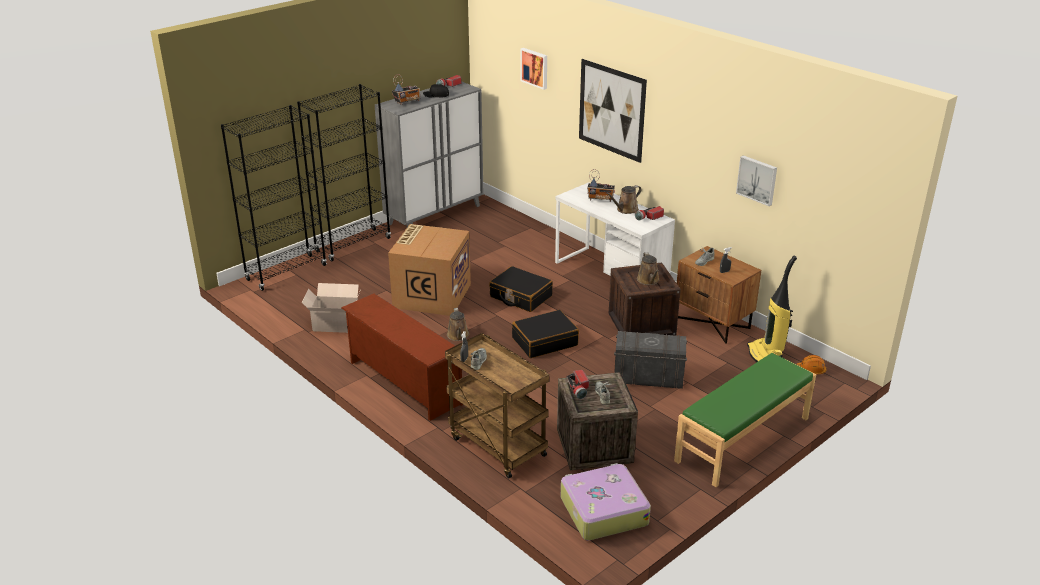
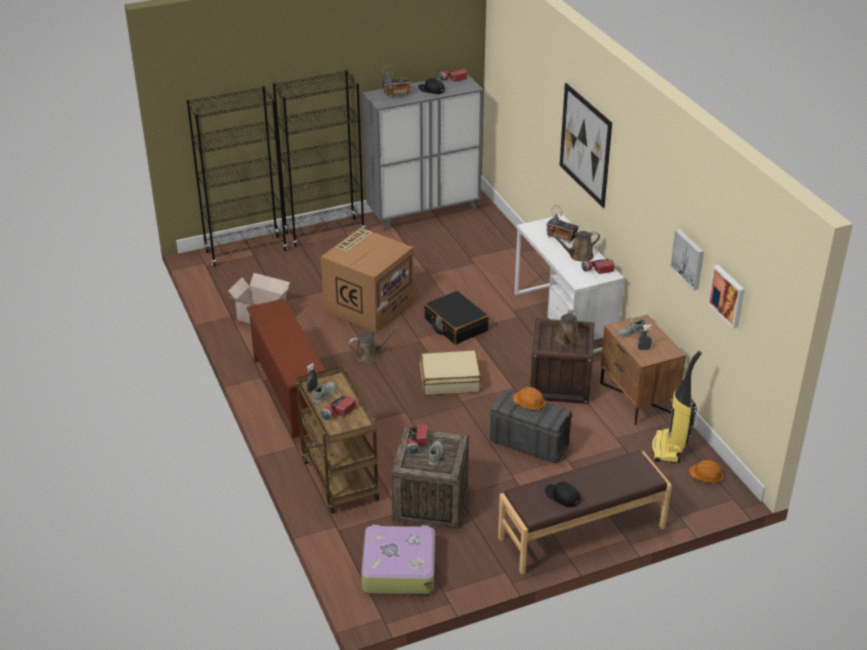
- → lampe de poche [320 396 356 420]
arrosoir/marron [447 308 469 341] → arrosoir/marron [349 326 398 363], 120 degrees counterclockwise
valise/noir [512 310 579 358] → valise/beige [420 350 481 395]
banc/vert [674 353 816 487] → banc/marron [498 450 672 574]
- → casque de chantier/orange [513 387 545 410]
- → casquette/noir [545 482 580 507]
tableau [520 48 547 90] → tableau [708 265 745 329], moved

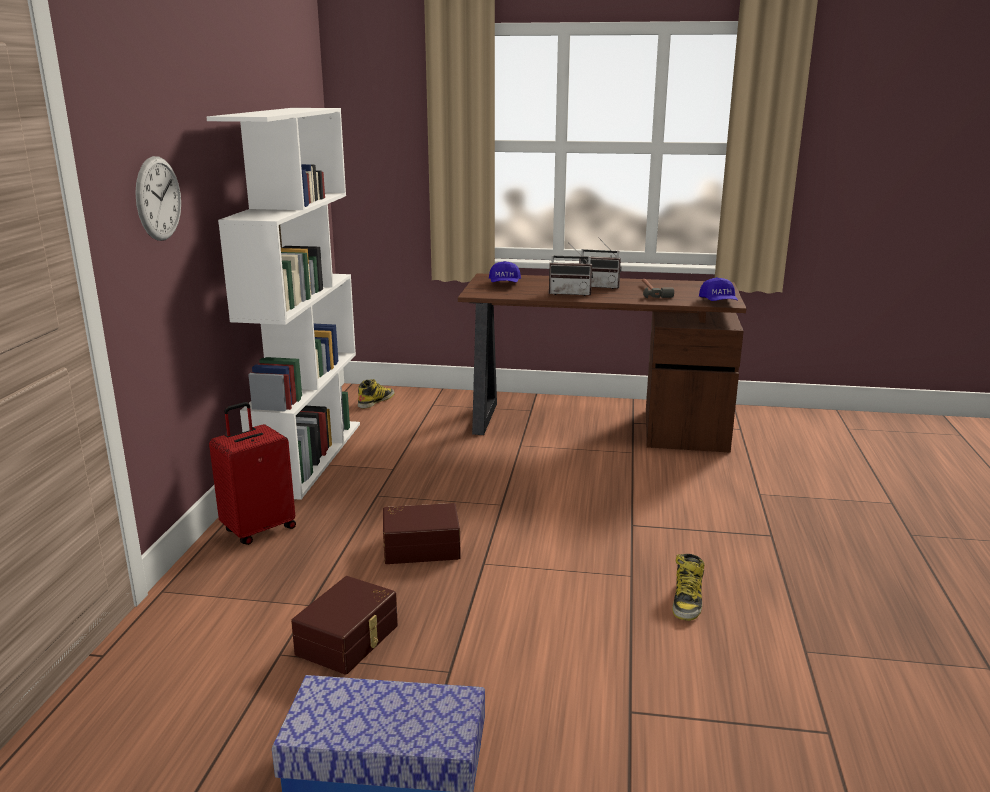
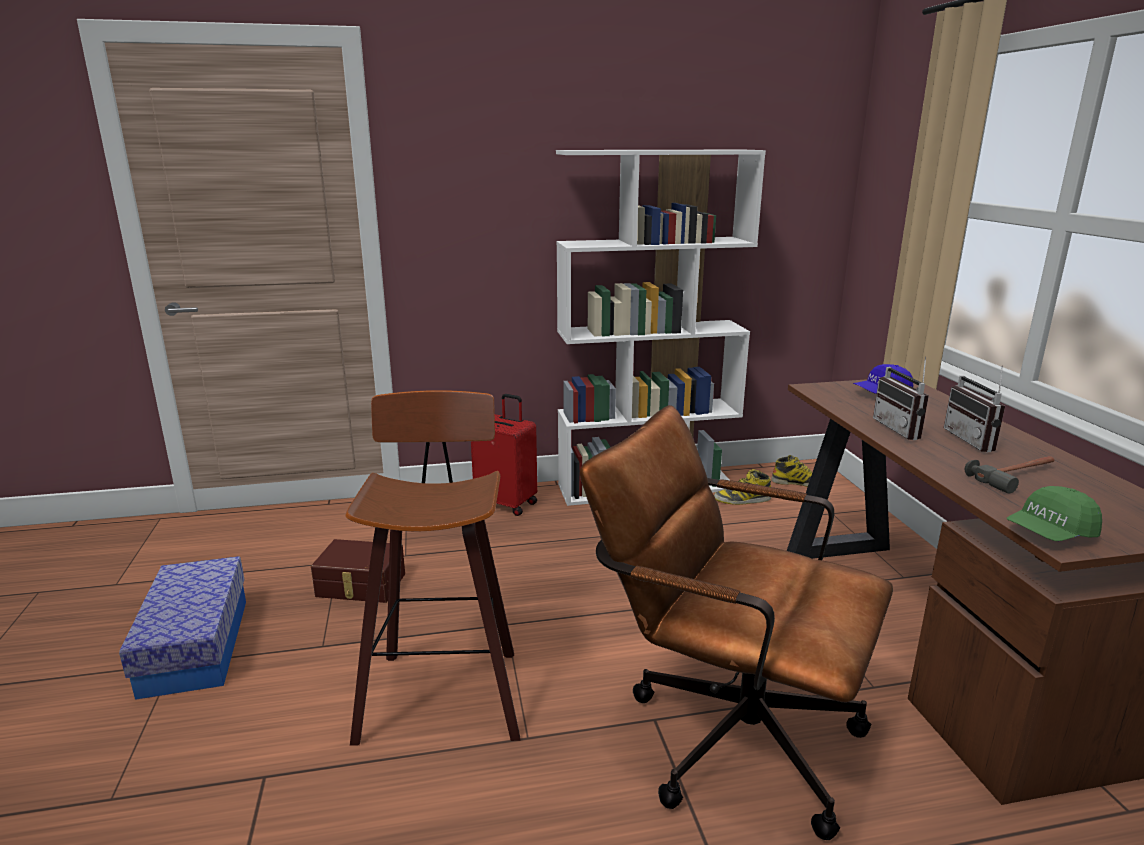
- → tabouret [345 390 520 746]
- → chaise de bureau/marron [580 405 893 840]
botte [672 554 705 621] → botte [714 469 771 505], moved
casquette/bleu [699 277 738 301] → casquette/vert [1006 486 1102 541]
horloge murale [135 156 181 241] → -
boîte de rangement/marron [383 503 461 564] → -

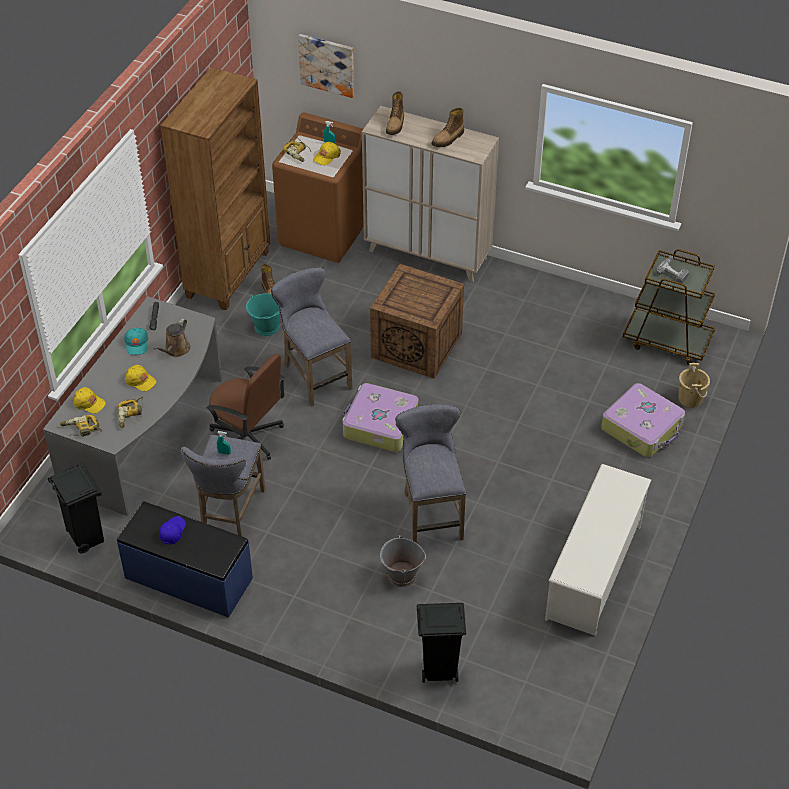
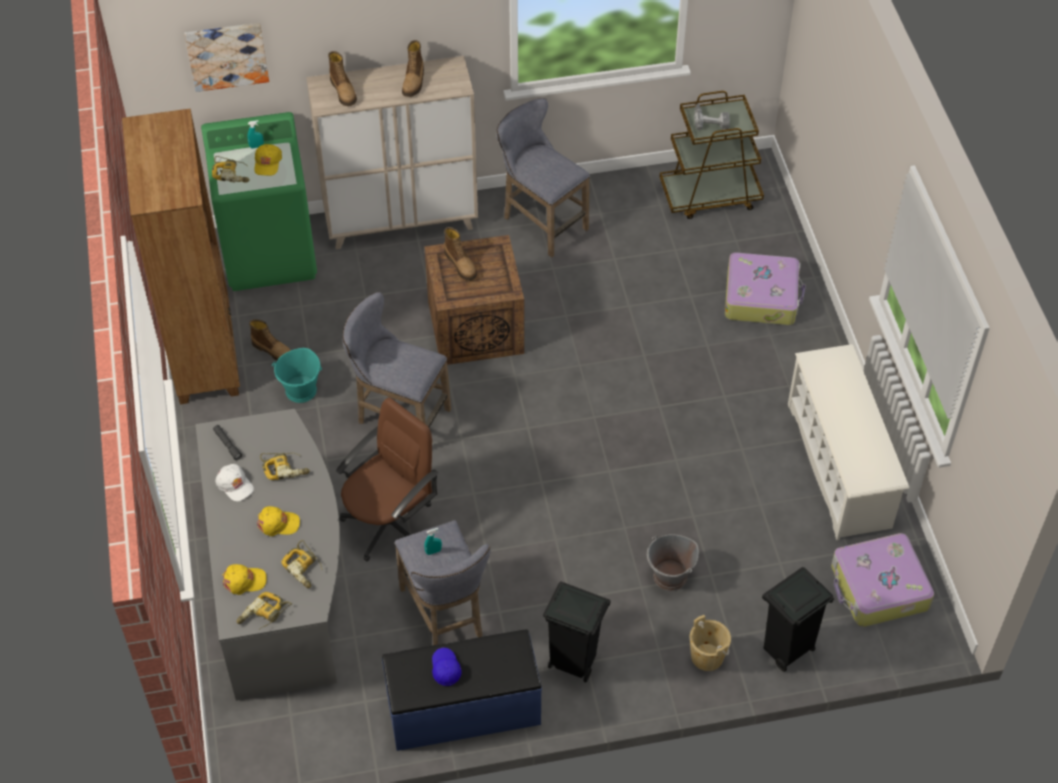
lave-linge/marron [272 112 364 263] → lave-linge/vert [201 112 317 291]
casquette/turquoise [124 328 148 355] → casquette/blanc [215 464 254 501]
arrosoir/marron [154 318 191 357] → perceuse [260 453 310 480]
chaise de bureau/marron [206 354 285 460] → chaise de bureau/marron [336 397 439 561], 45 degrees counterclockwise
- → botte [444 227 477 281]
tabouret/gris [396 404 466 543] → tabouret/gris [496 98 590 257], moved
poubelle/noir [48 464 104 554] → poubelle/noir [543 581 611 682], moved
seau/beige [679 363 710 407] → seau/beige [690 615 731 671], moved
valise [342 383 419 452] → valise [831 533 934 627], moved

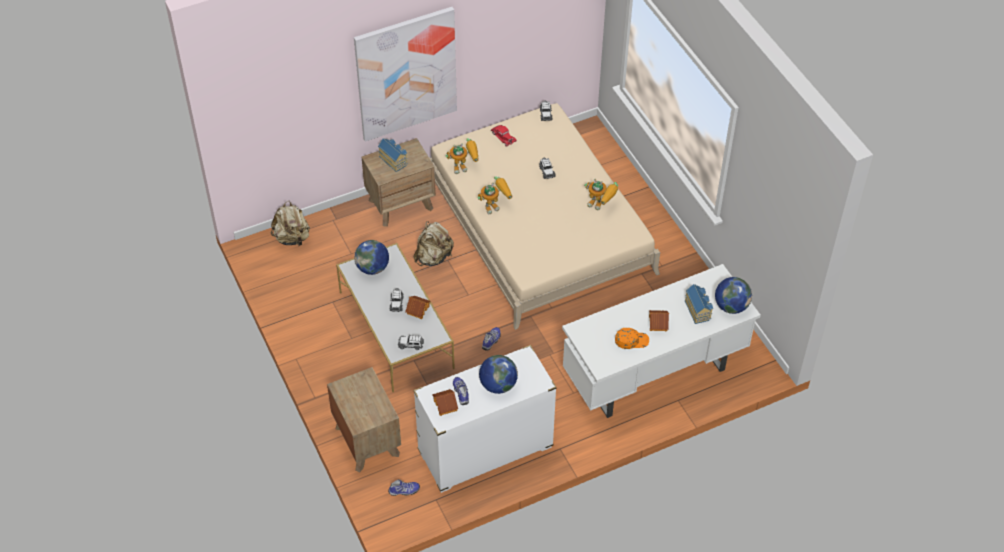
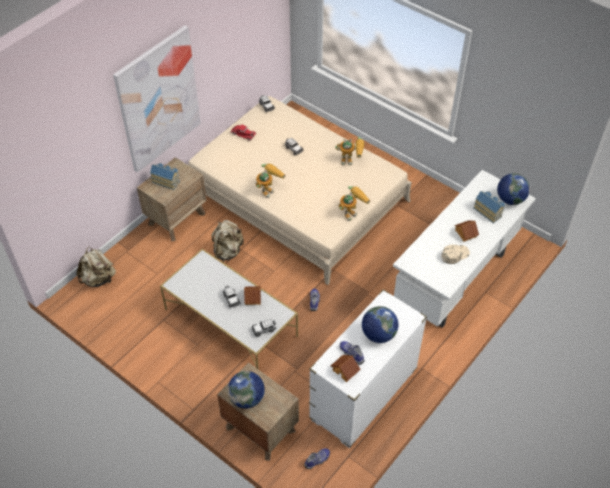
globe [354 240 389 275] → globe [228 371 265 408], moved
robot jouet [446 138 479 174] → robot jouet [339 186 370 221], moved
casquette/orange [615 328 649 349] → casquette/beige [441 244 470 264]

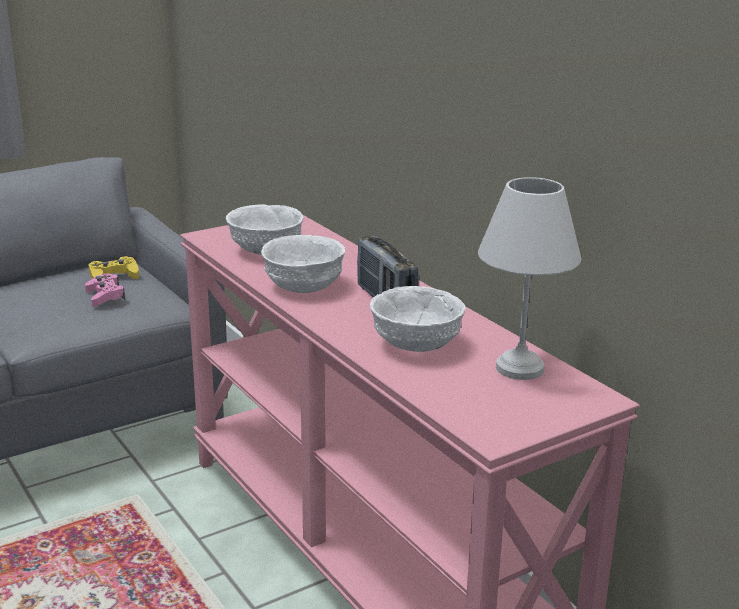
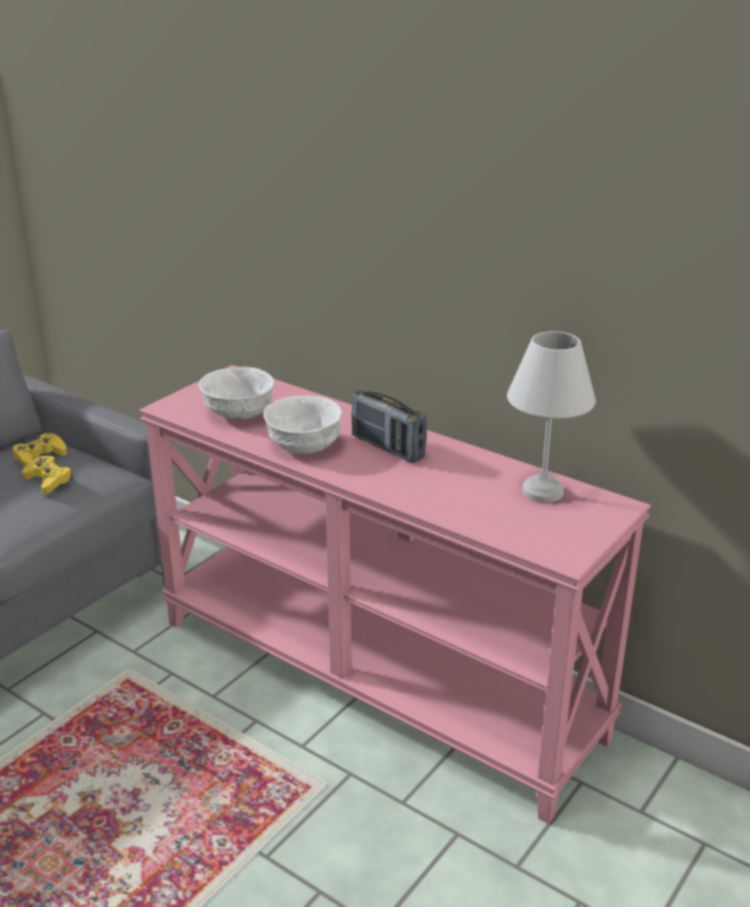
manette/rose [85 274 125 307] → manette/jaune [22 456 73 495]
bol/blanc [370 286 466 352] → -

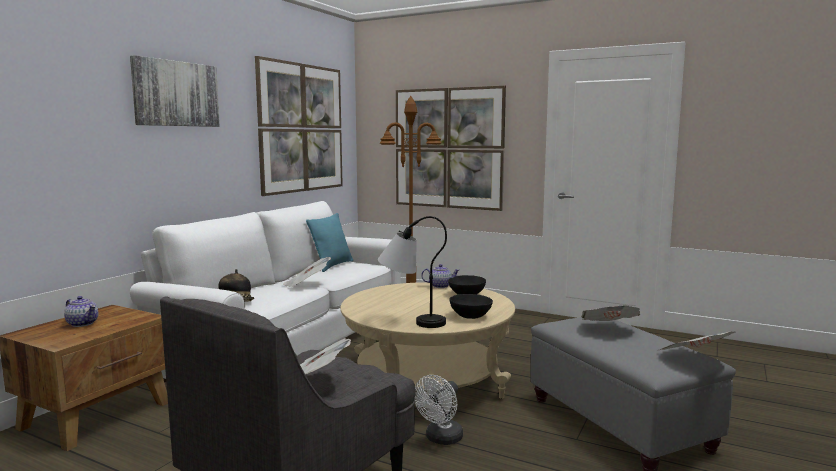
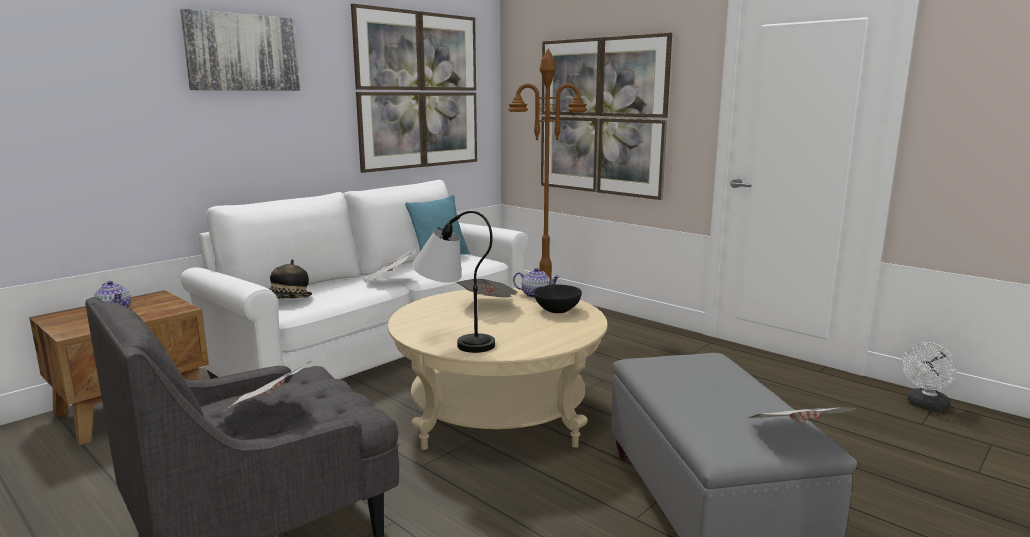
journal [581 306 640 321] → journal [456 279 518 298], moved
ventilateur/blanc [414 375 463 445] → ventilateur/blanc [902 342 957 412], moved
bol/noir [450 294 493 319] → -

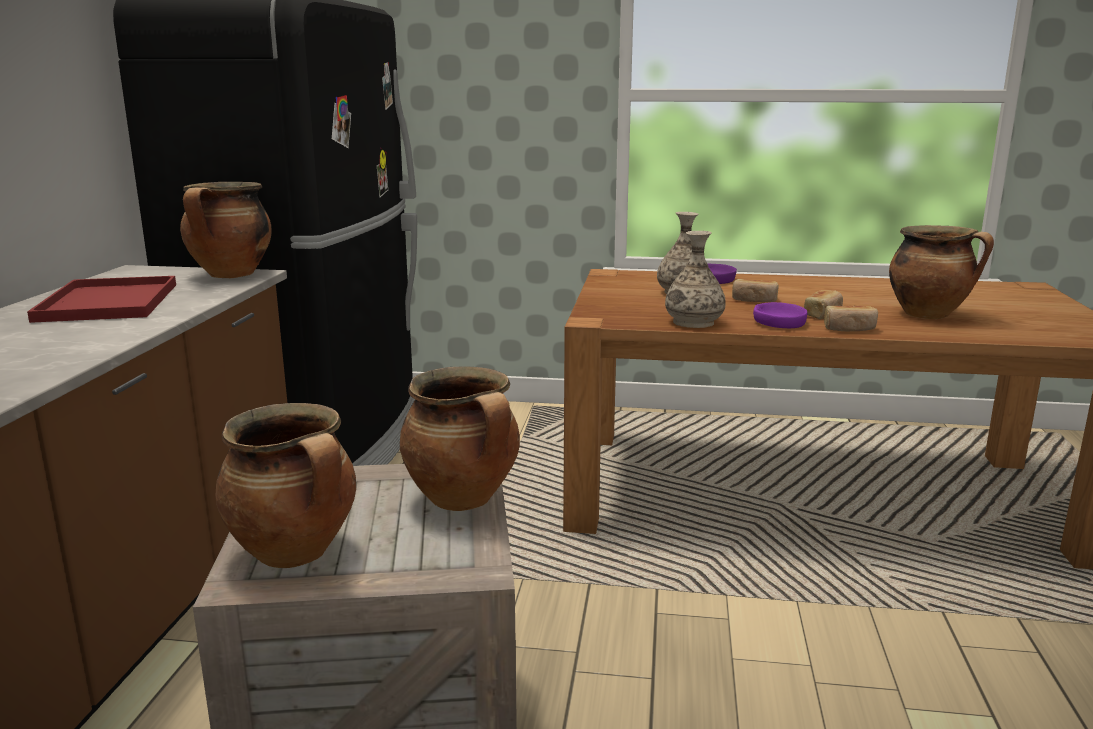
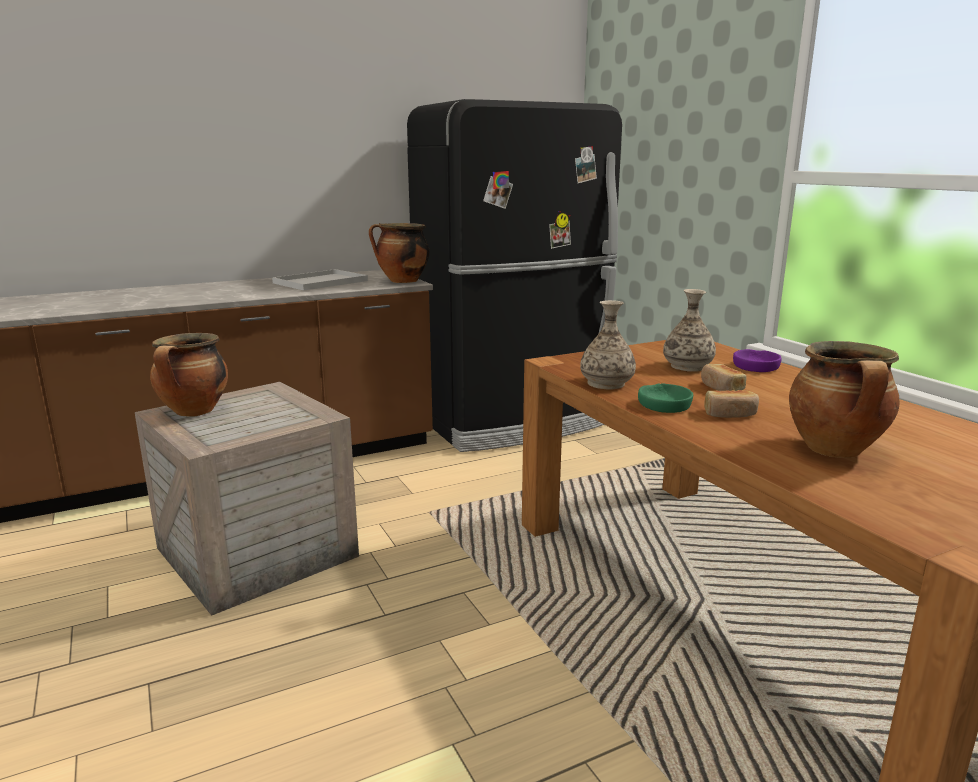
plateau/rouge [27 276 176 323] → plateau/blanc [272 269 368 290]
bol/violet [753 302 807 328] → bol/vert [638 383 693 413]
marmite [400 366 520 511] → -
pain [824 305 878 331] → -

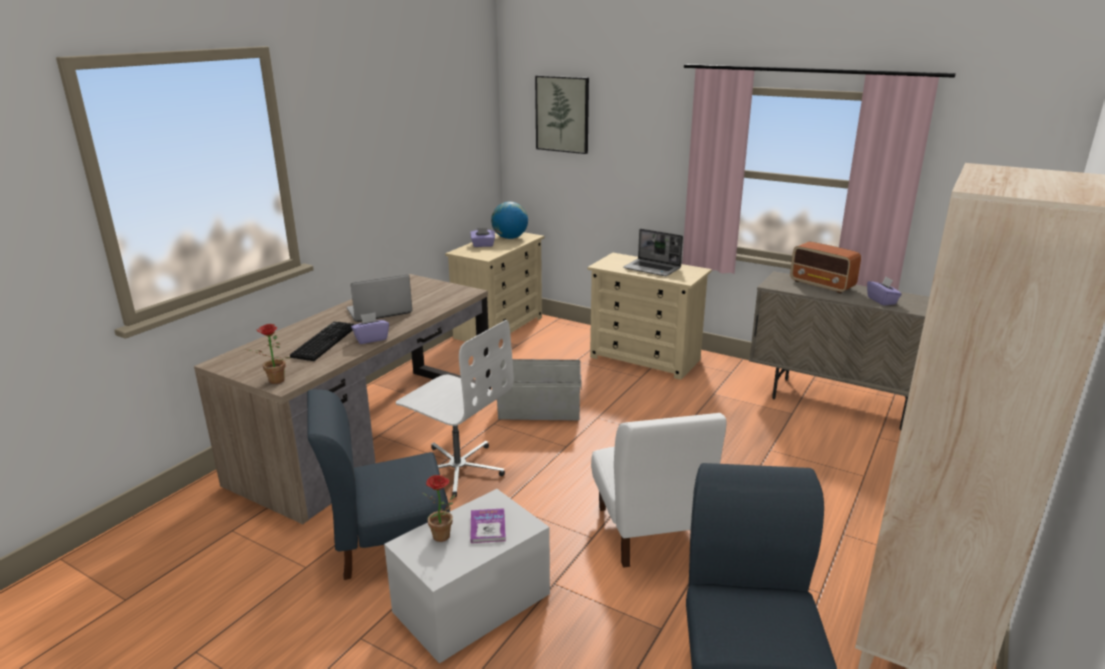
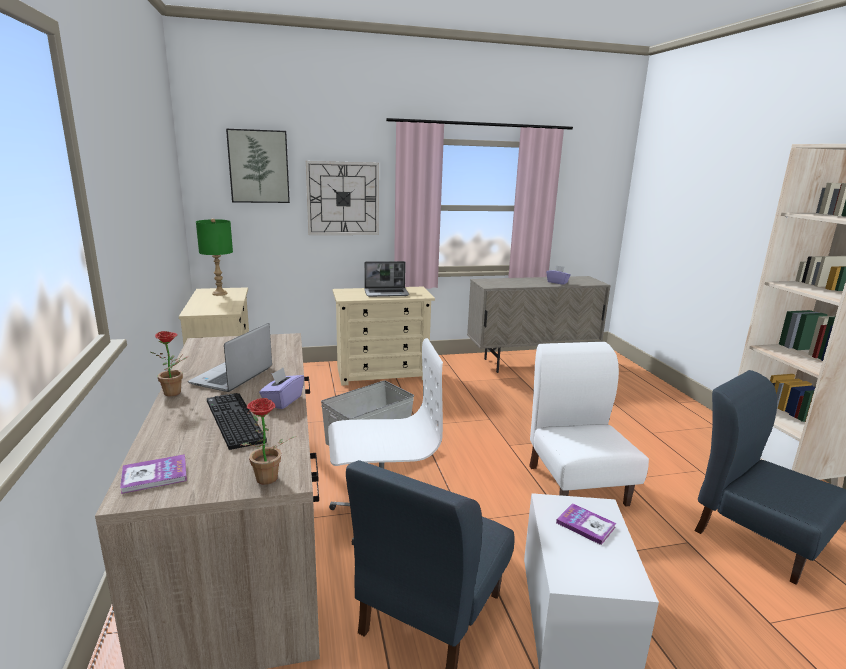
- → livre [120 454 187 494]
plante en pot [423 475 455 542] → plante en pot [151 331 188 396], moved
globe [491 202 528 239] → lampe de table/vert [196 218 233 296]
- → horloge murale [306 161 379 235]
chaise/blanc [591 413 727 568] → chaise/blanc [529 342 649 506], 135 degrees counterclockwise
boîte à mouchoirs/violet [470 228 495 247] → -
radio [790 241 861 294] → -

